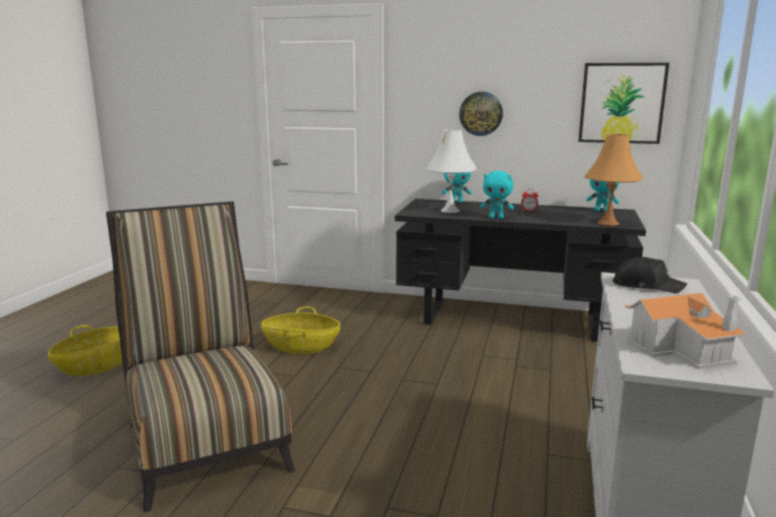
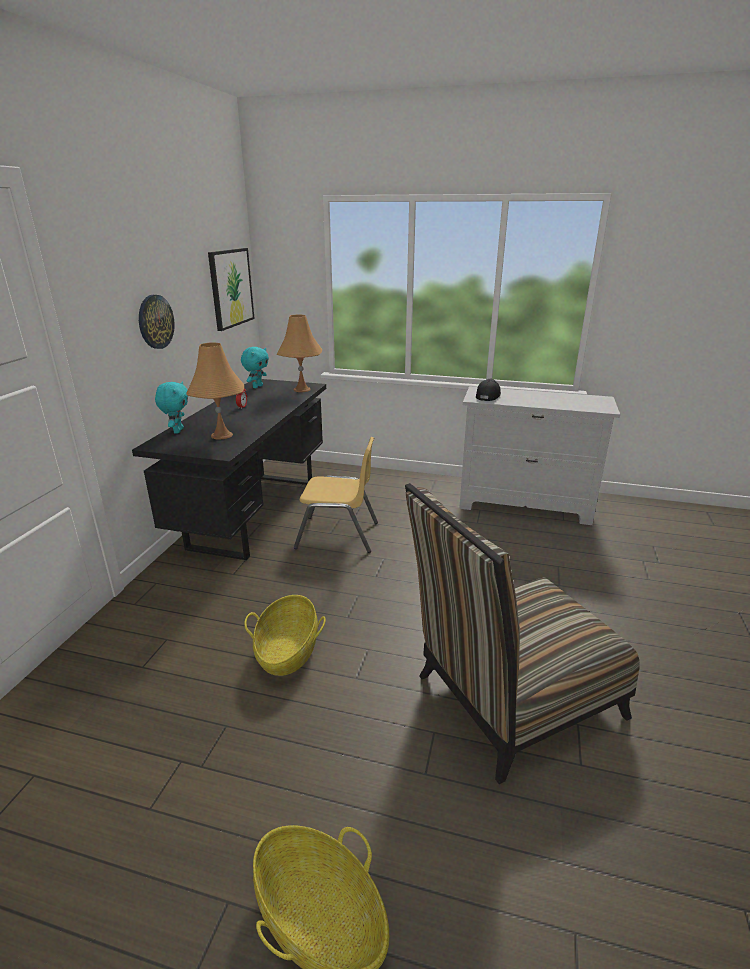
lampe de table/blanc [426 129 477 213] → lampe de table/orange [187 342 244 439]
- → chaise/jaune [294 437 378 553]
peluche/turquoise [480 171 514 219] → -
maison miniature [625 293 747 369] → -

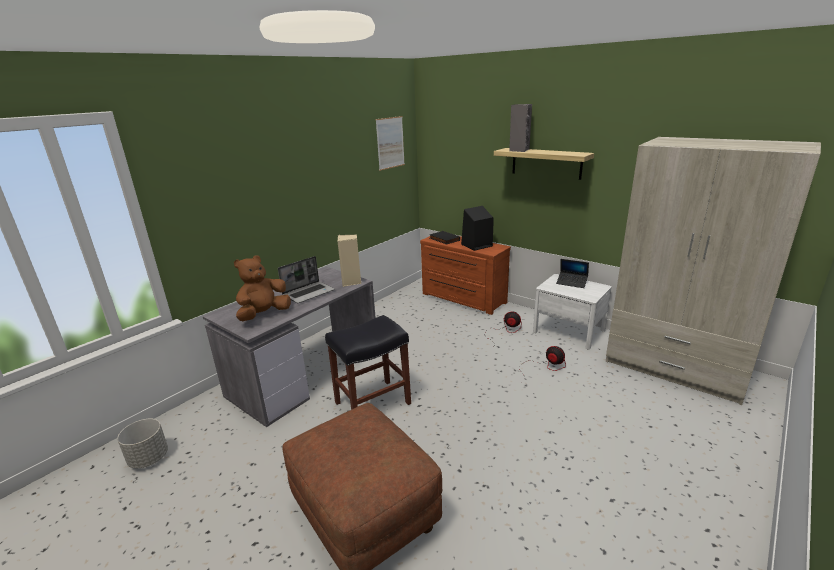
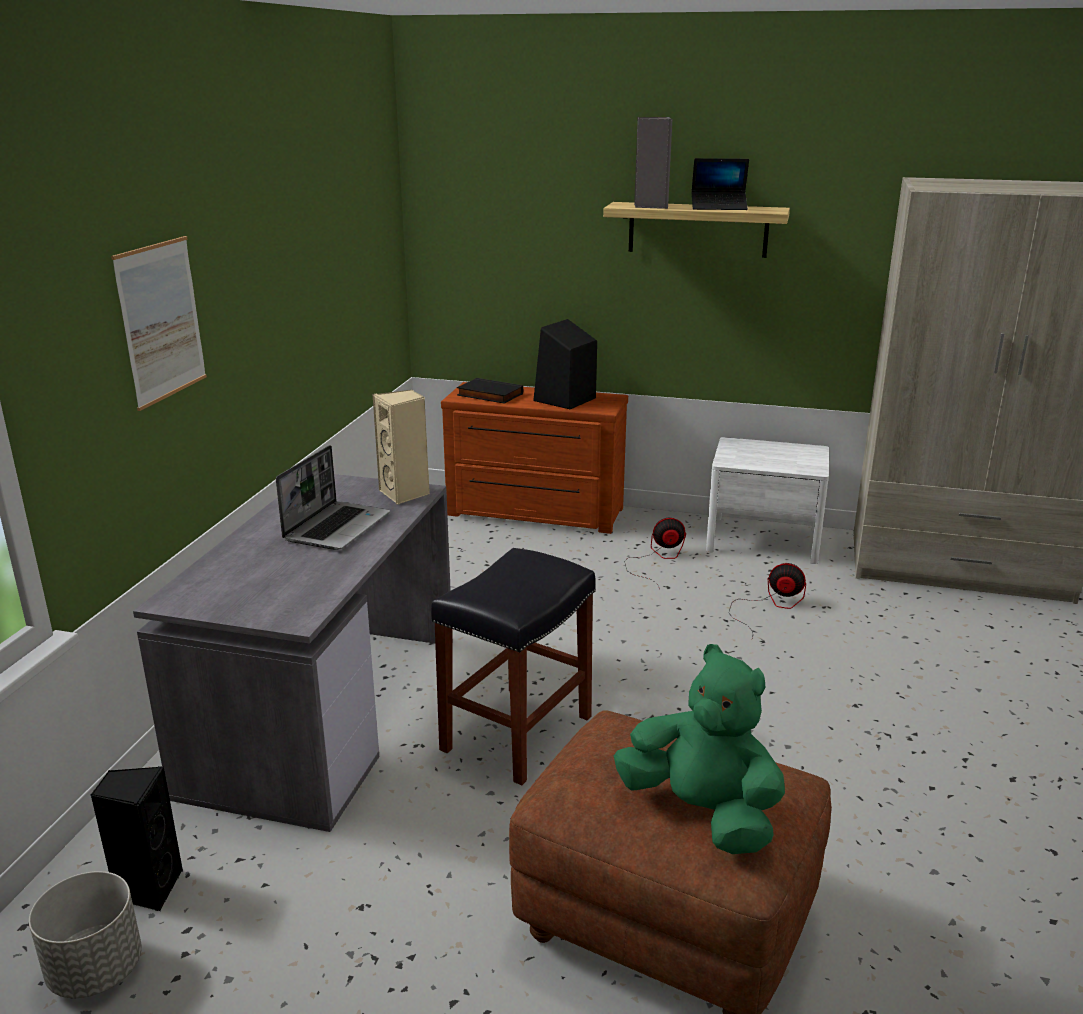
- → enceinte/noir [91 766 183 911]
tableau [376 116 405 171] → tableau [111 236 207 411], moved
- → peluche/vert [614 644 785 854]
ordinateur portable [556 259 589 288] → ordinateur portable [692 158 749 210], moved
peluche/marron [234 255 291 321] → -

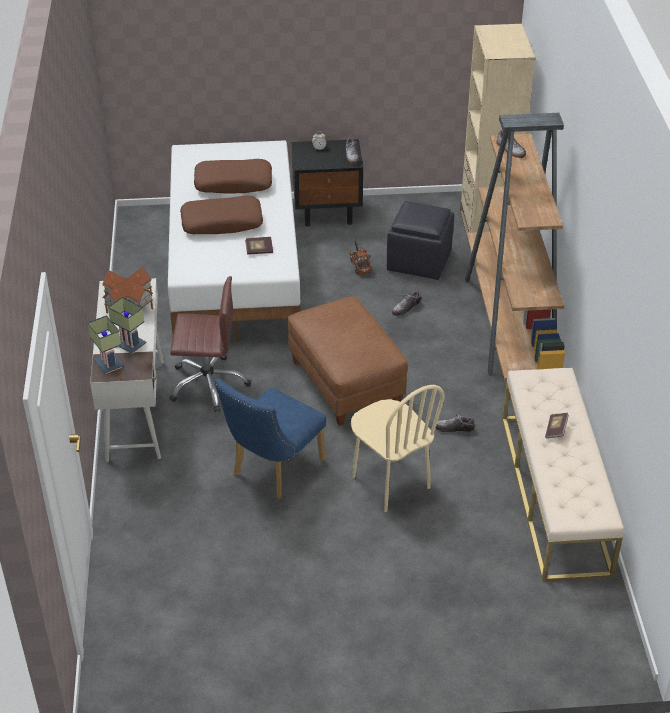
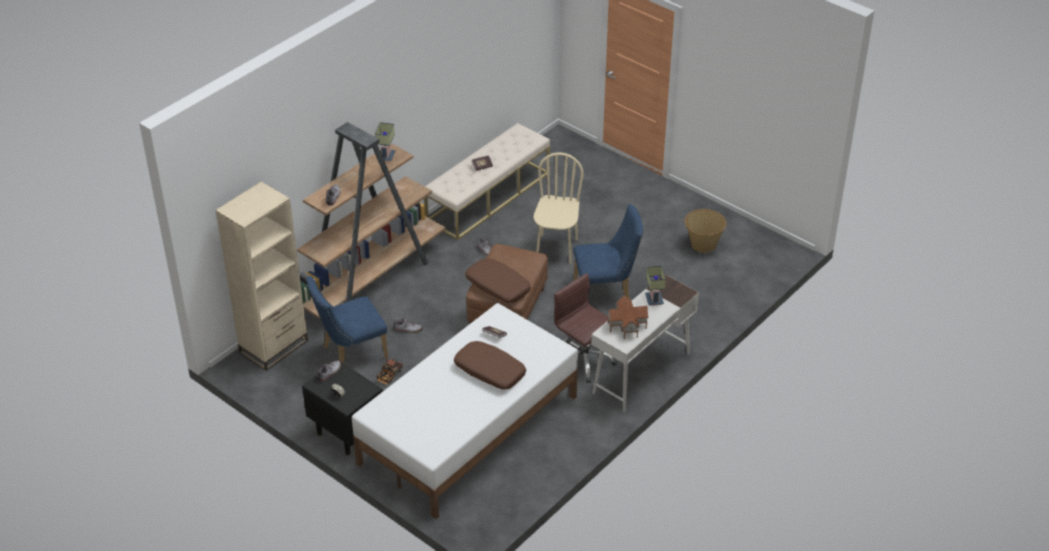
pouf/noir [387 201 454 280] → chaise/bleu [307 276 388 363]
lampe de table [88 315 124 374] → lampe de table [375 122 396 162], moved
coussin/marron [194 159 272 194] → coussin/marron [465 258 531 303], moved
- → panier [684 209 726 253]

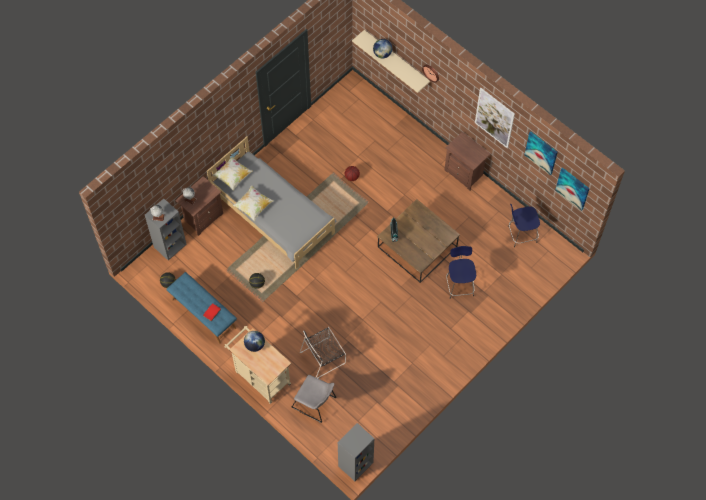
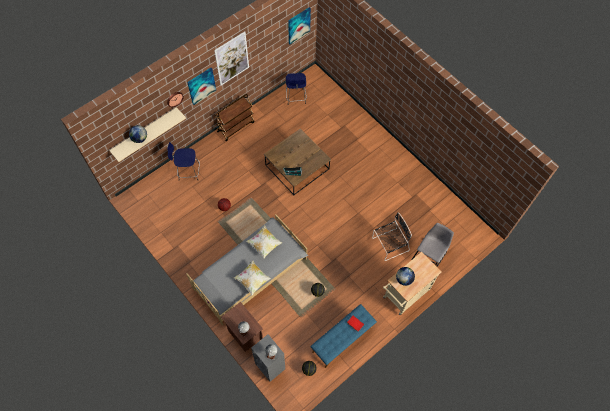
tabouret/bleu [446 246 476 299] → tabouret/bleu [168 142 200 180], moved
tableau [524 132 558 175] → tableau [187 68 216 105], moved
table de chevet/marron [444 132 491 190] → chariot/marron [215 94 255 141]
coussin [213 157 253 191] → coussin [246 225 283 259], moved
chaise/noir [300 327 346 378] → chaise/noir [372 212 412 261], 90 degrees counterclockwise
bibliothèque/gris [338 423 374 481] → -

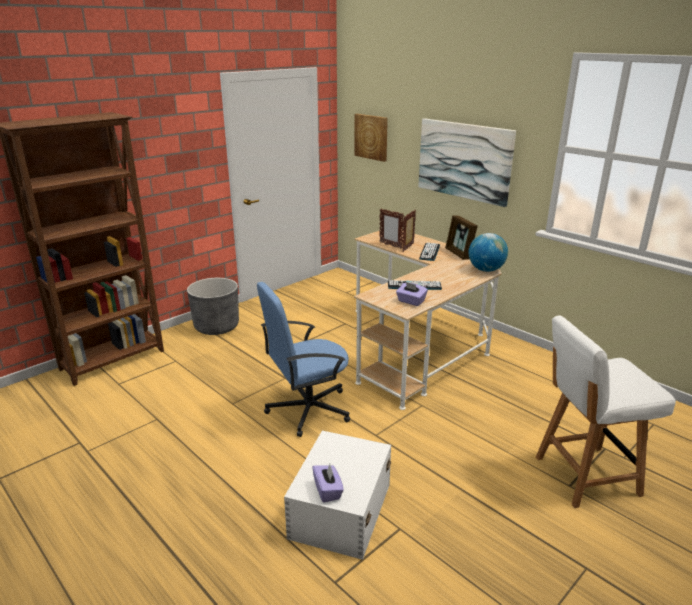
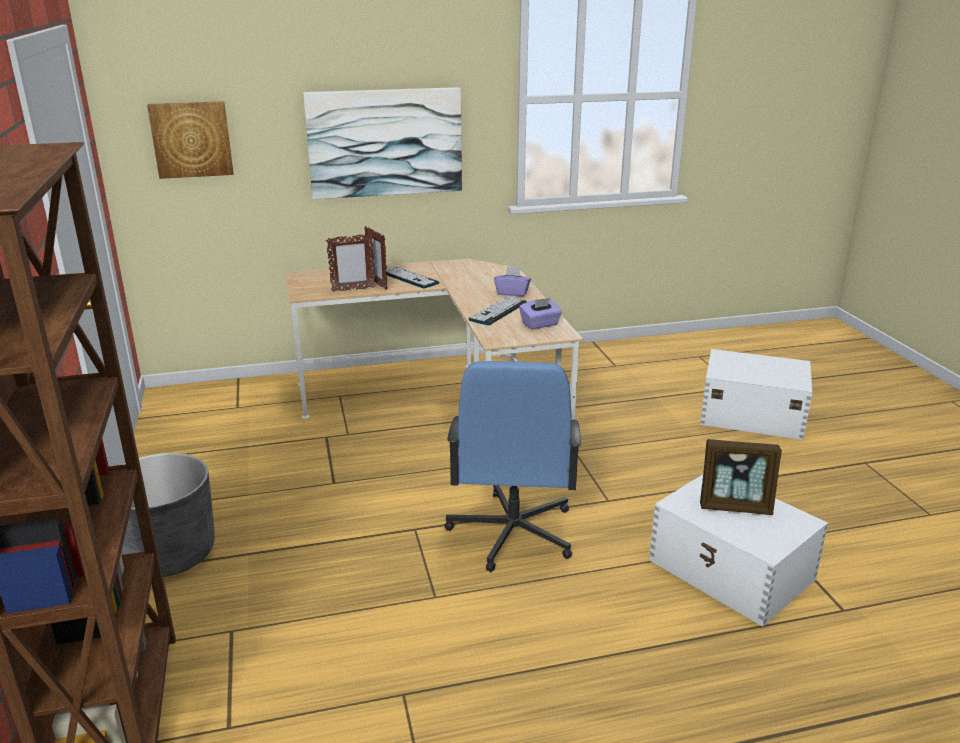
boîte à mouchoirs/violet [312 464 344 503] → boîte à mouchoirs/violet [494 266 531 296], moved
chaise/blanc [536 315 676 508] → boîte de rangement/blanc [700 349 813 440]
cadre photo [445 215 478 260] → cadre photo [700 439 782 515], moved
globe [469 233 508 272] → -

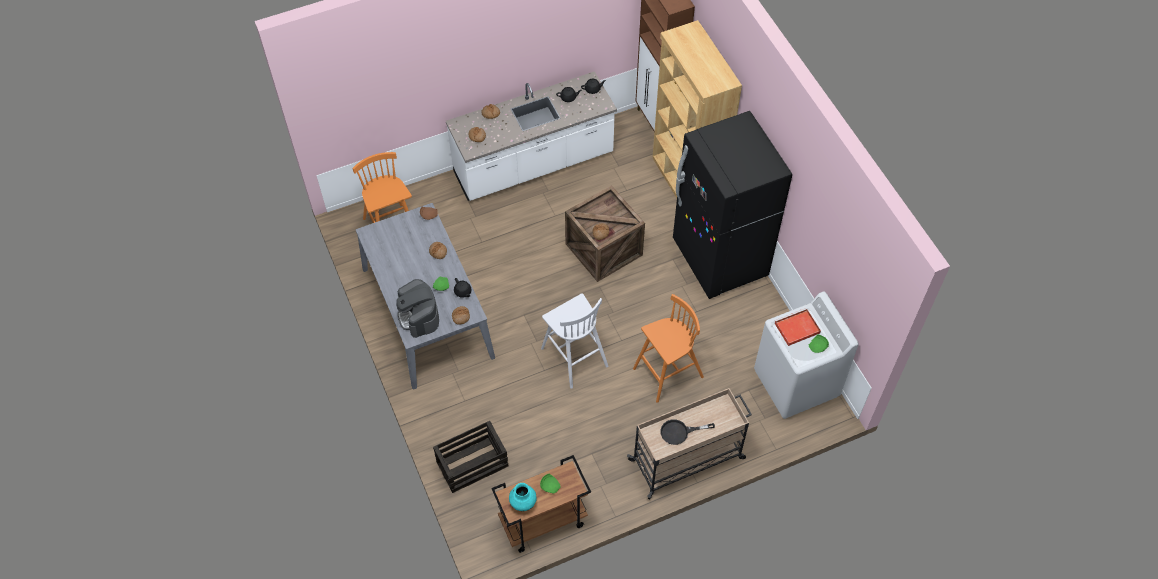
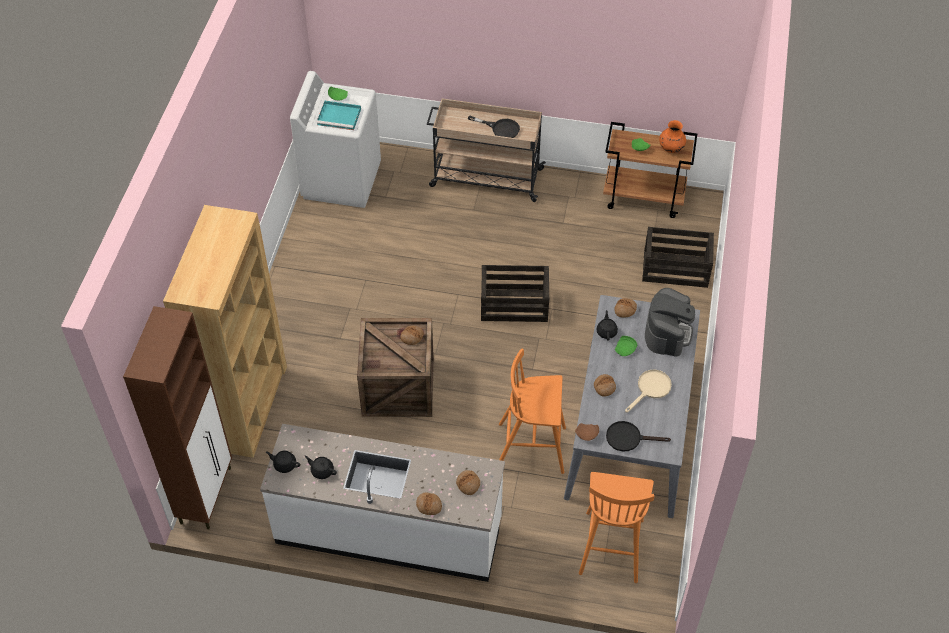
plateau/rouge [774 308 821 346] → plateau/turquoise [317 101 361 130]
tabouret/blanc [541 293 608 389] → caisse [481 265 549 322]
tabouret/orange [633 294 704 403] → tabouret/orange [499 348 566 474], moved
- → poêle/noir [606 421 671 451]
- → poêle/beige [625 370 672 413]
vase/turquoise [509 483 537 511] → vase/orange [659 120 686 153]
réfrigérateur/noir [673 111 792 299] → -

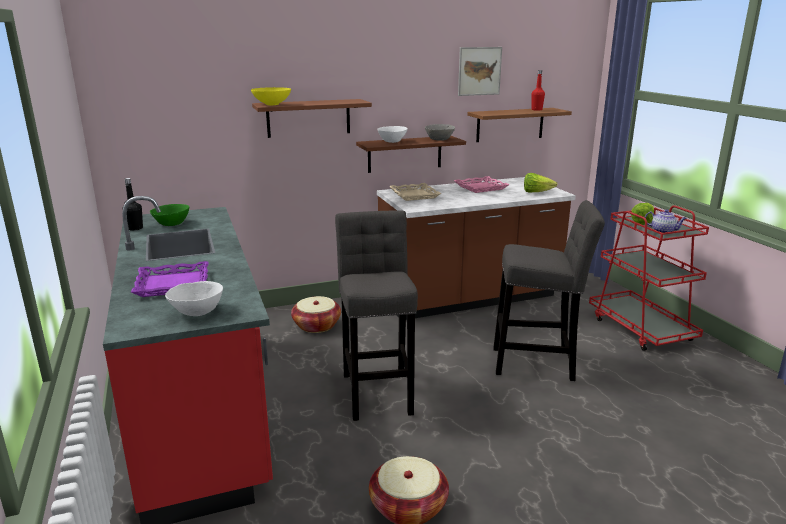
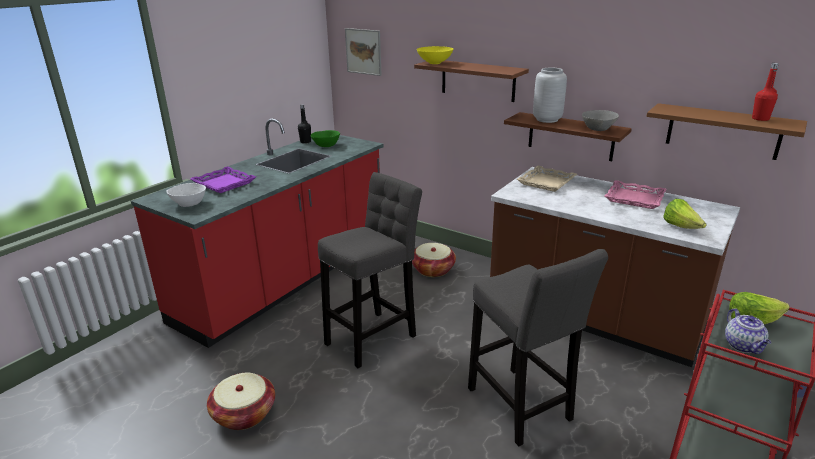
tableau [458 47 502 96] → tableau [345 28 382 76], moved
bol/blanc [377 126 408 143] → vase/gris [533 68 567 123]

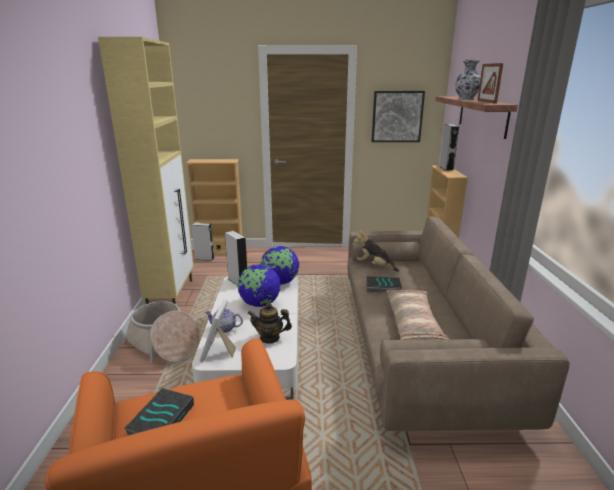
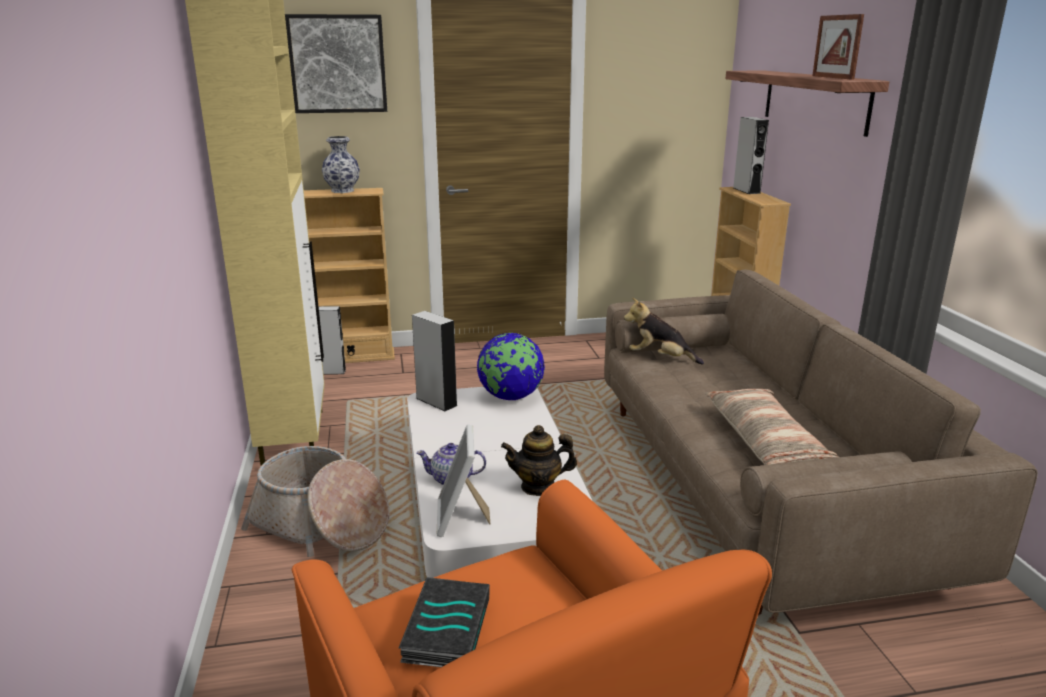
tableau [371 91 425 142] → tableau [285 14 387 113], moved
vase [455 59 481 100] → vase [322 136 360 193], moved
globe [238 264 281 307] → -
livre [366 276 402 293] → -

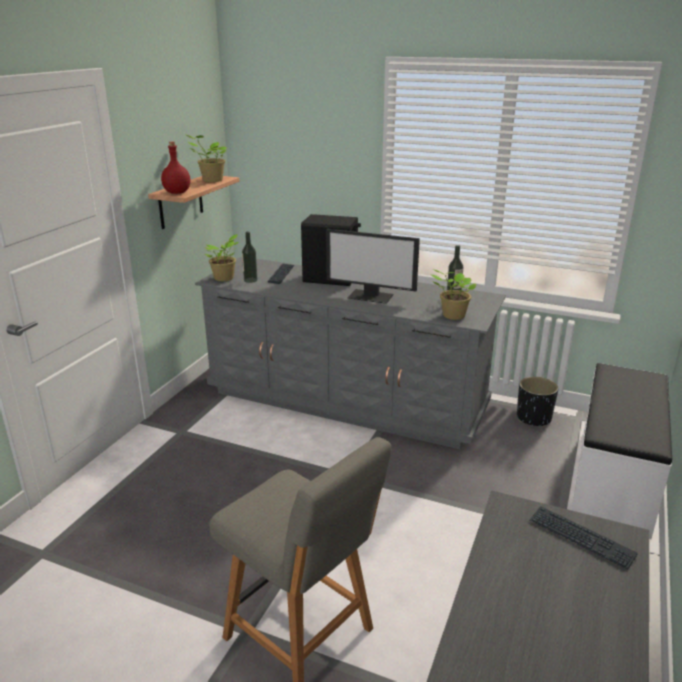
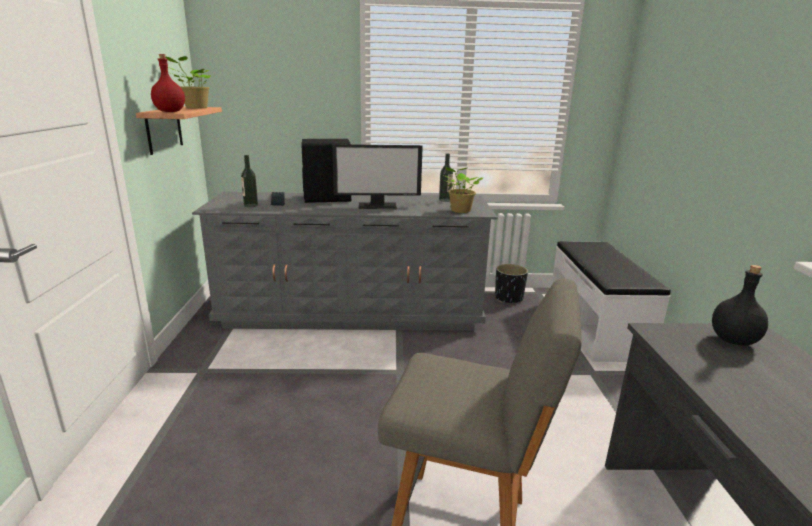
clavier [529 507 638 569] → bouteille/noir [712 265 768 345]
plante en pot [205 234 239 281] → -

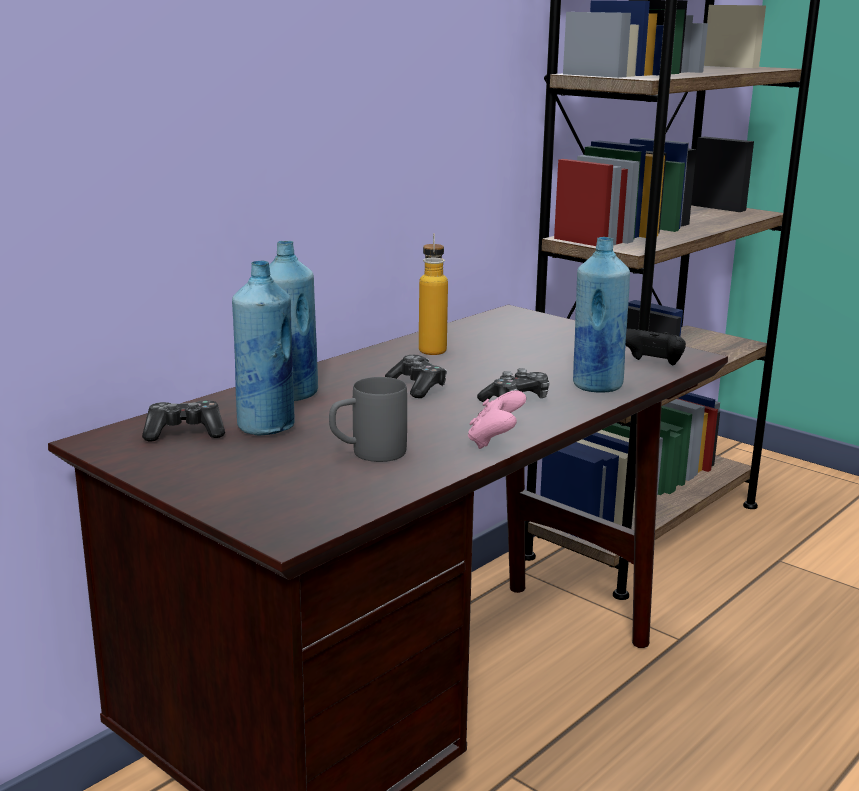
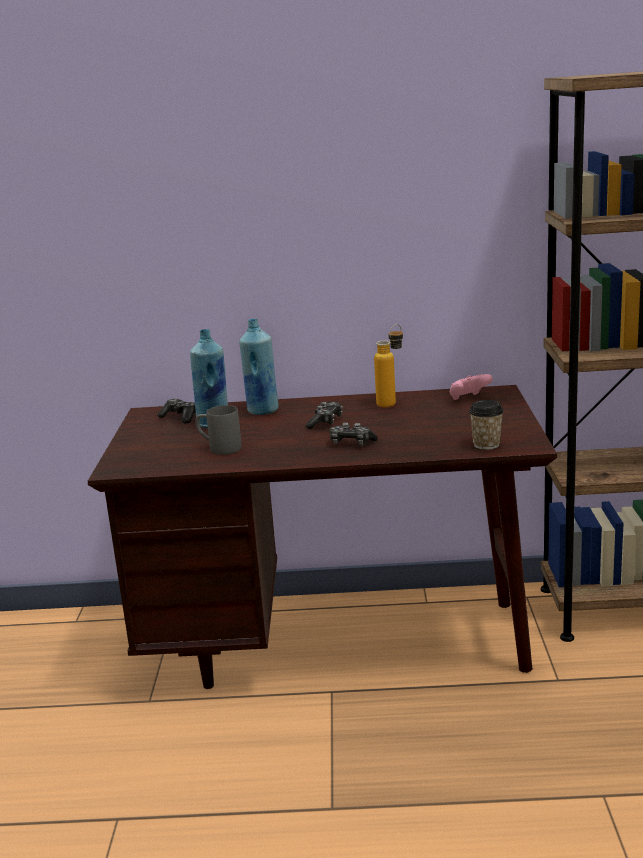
manette/rose [468 390 526 449] → manette/rose [450 374 493 400], moved
manette/noir [625 329 686 365] → tasse [469 400 504 450]
bouteille/bleu [573 237 630 393] → -

